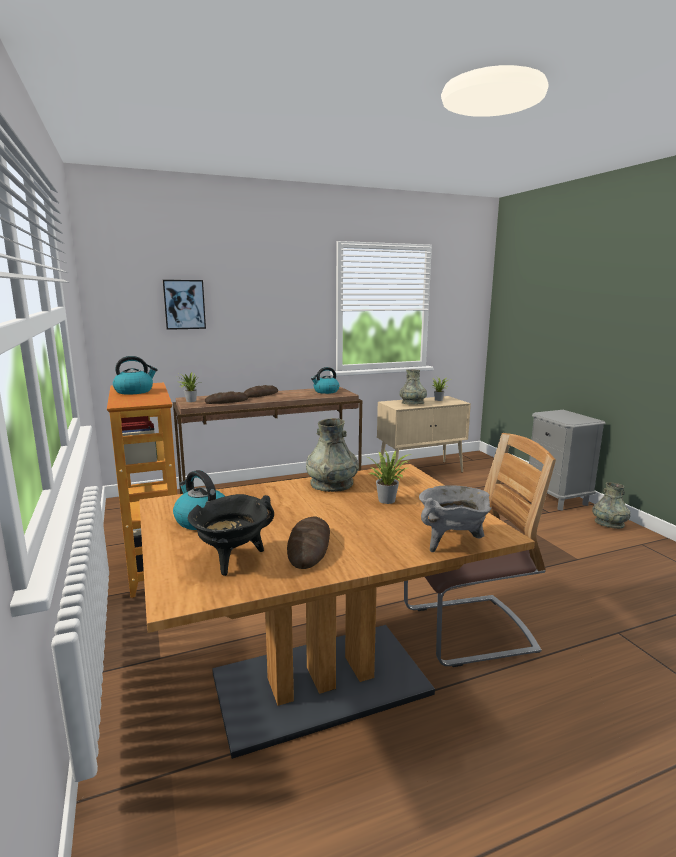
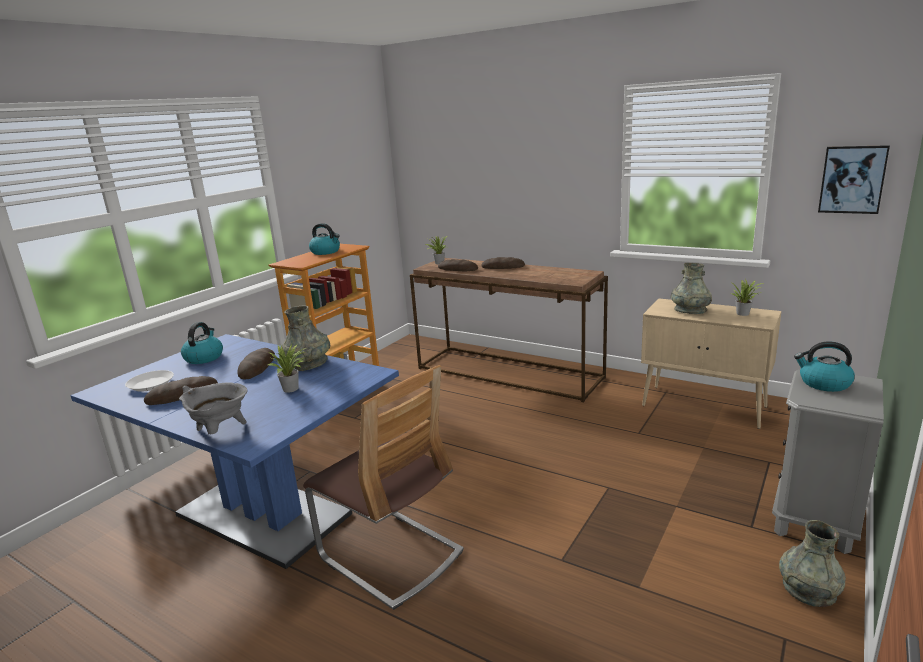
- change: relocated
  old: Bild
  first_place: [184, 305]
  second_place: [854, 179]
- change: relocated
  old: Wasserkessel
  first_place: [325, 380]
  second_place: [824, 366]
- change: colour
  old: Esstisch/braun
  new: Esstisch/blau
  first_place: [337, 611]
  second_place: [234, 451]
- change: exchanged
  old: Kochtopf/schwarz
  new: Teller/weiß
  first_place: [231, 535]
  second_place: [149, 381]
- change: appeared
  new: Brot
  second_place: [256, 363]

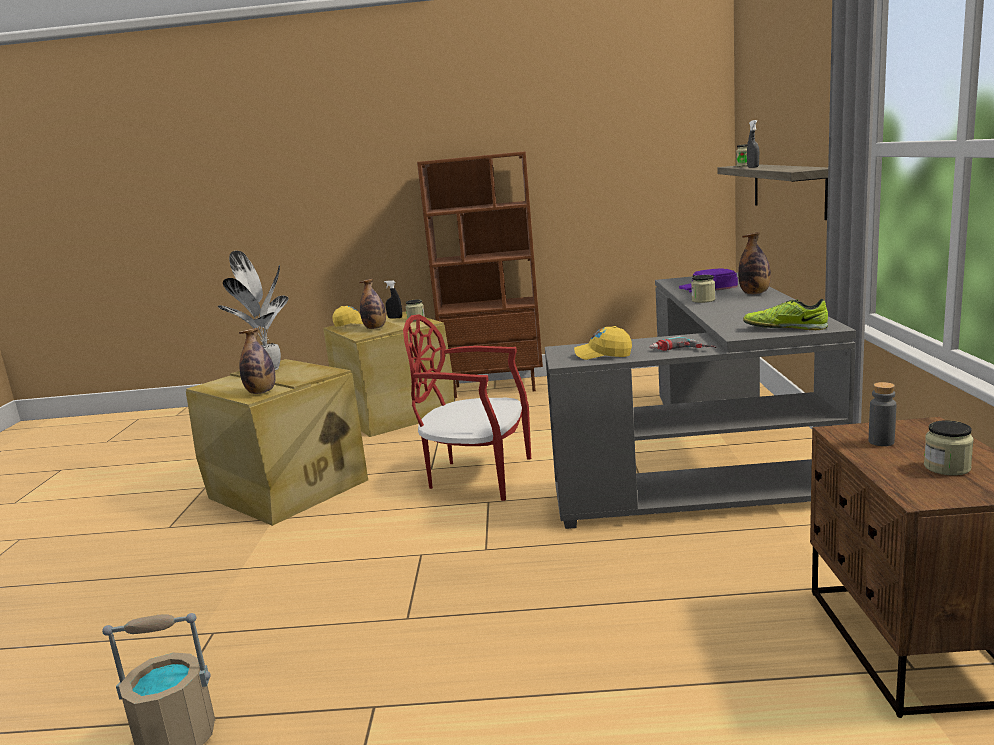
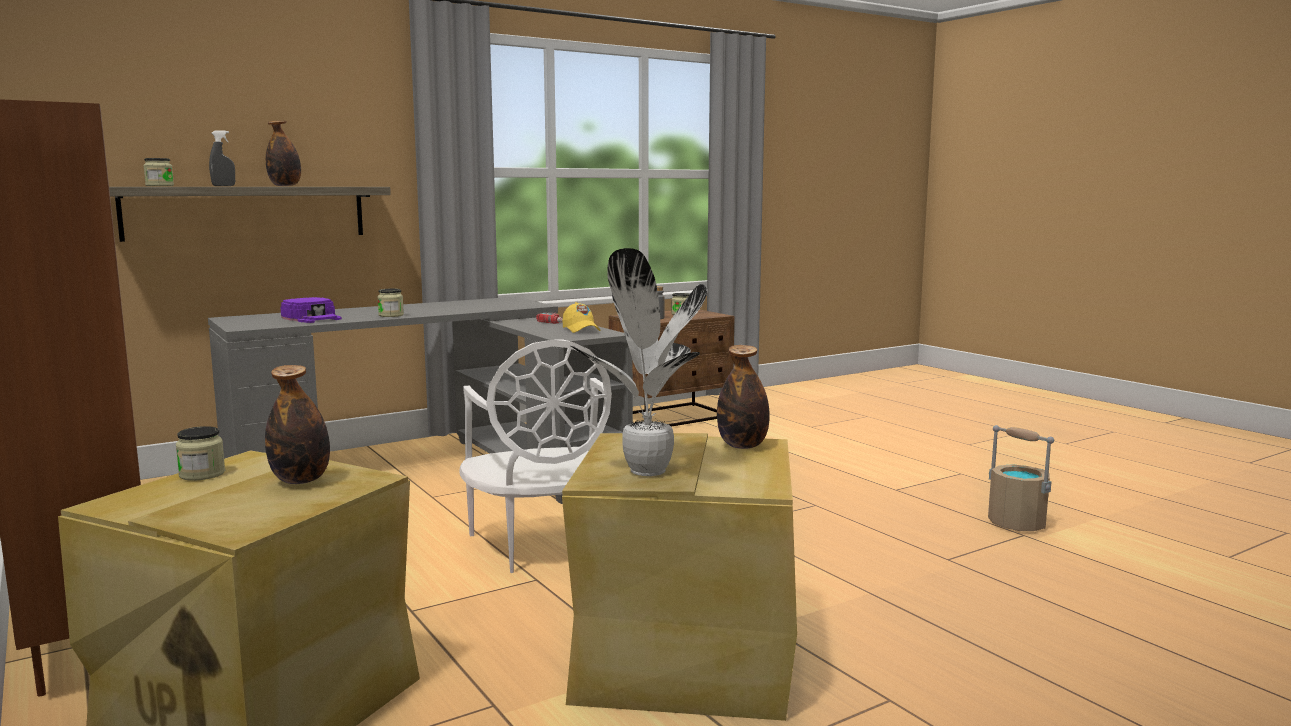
- change: relocated
  old: Flasche
  first_place: [754, 263]
  second_place: [283, 153]
- change: missing
  old: Sprühflasche/schwarz
  first_place: [393, 299]
- change: missing
  old: Schuh
  first_place: [785, 314]
- change: missing
  old: Kappe/gelb
  first_place: [347, 316]
- change: colour
  old: Stuhl/rot
  new: Stuhl/weiß
  first_place: [467, 407]
  second_place: [536, 456]

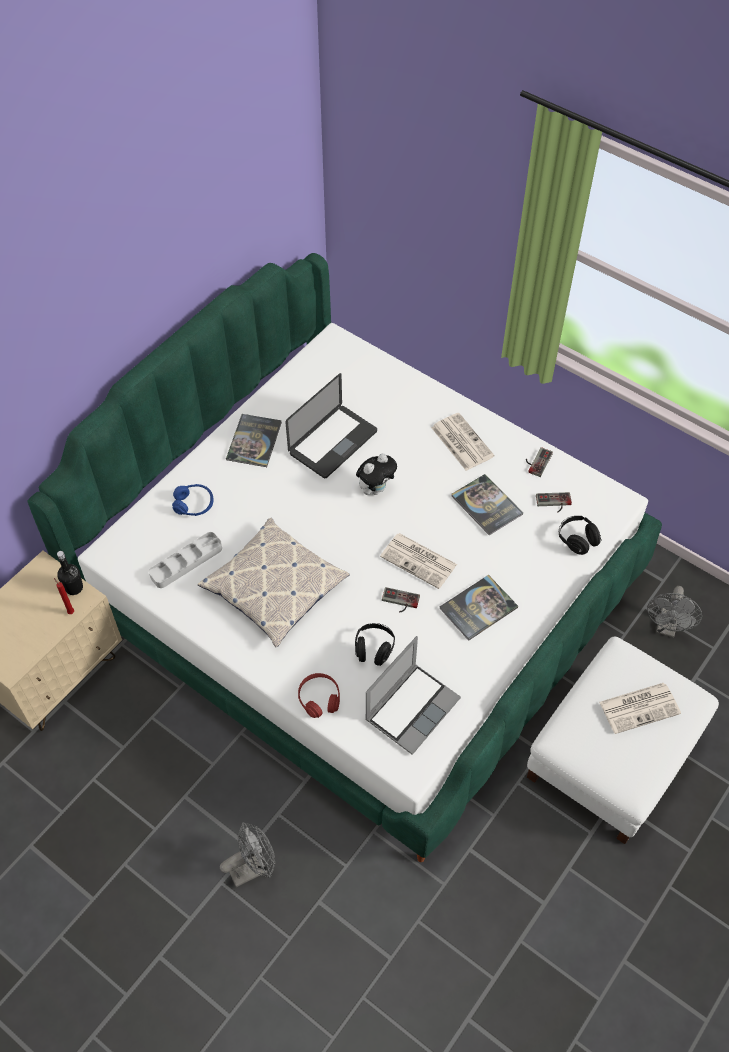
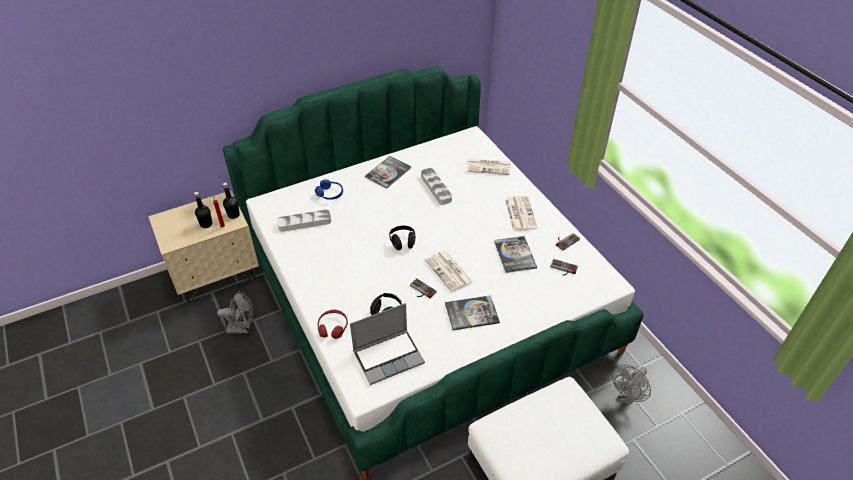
- change: exchanged
  old: Laptop
  new: Tablett/grau
  first_place: [331, 425]
  second_place: [436, 186]
- change: missing
  old: Plüschtier
  first_place: [376, 474]
- change: relocated
  old: Kopfhörer/schwarz
  first_place: [580, 535]
  second_place: [402, 238]
- change: missing
  old: Kissen
  first_place: [273, 582]
- change: relocated
  old: Zeitung
  first_place: [640, 708]
  second_place: [489, 166]
- change: relocated
  old: Ventilator/grau
  first_place: [247, 854]
  second_place: [235, 312]
- change: appeared
  new: Flasche/schwarz
  second_place: [203, 210]

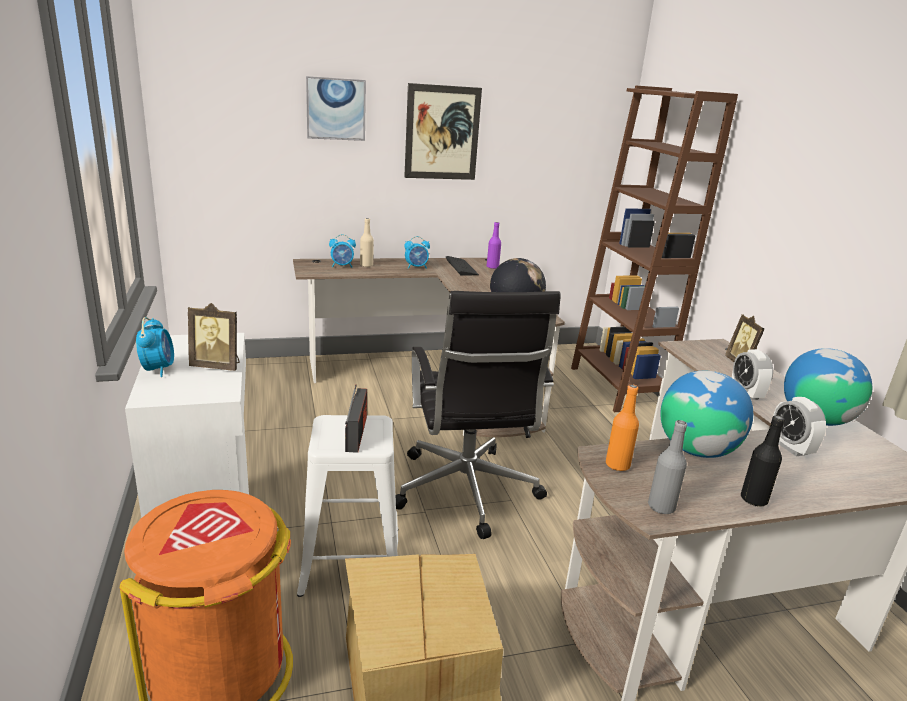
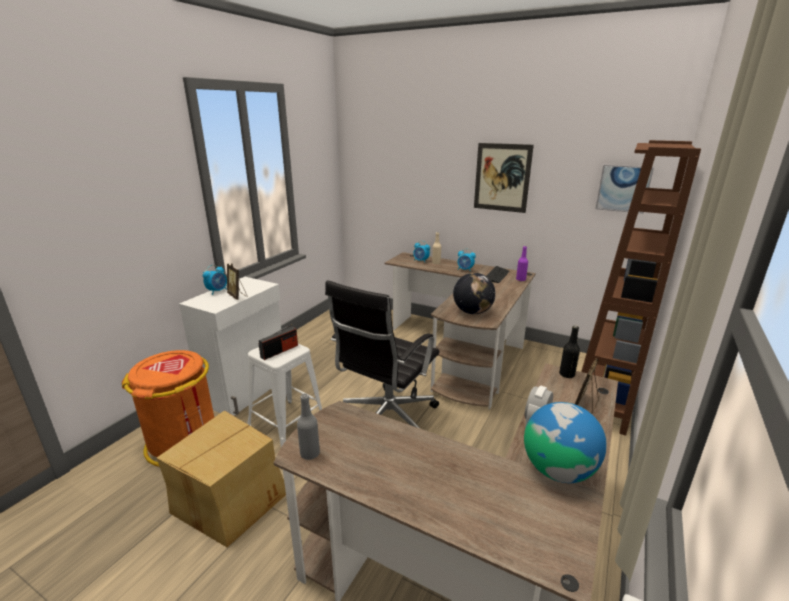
- change: relocated
  old: Bild
  first_place: [336, 108]
  second_place: [625, 189]
- change: missing
  old: Globus
  first_place: [706, 414]
- change: missing
  old: Flasche/orange
  first_place: [622, 427]
- change: missing
  old: Wecker
  first_place: [799, 427]
- change: relocated
  old: Flasche/schwarz
  first_place: [763, 460]
  second_place: [569, 352]

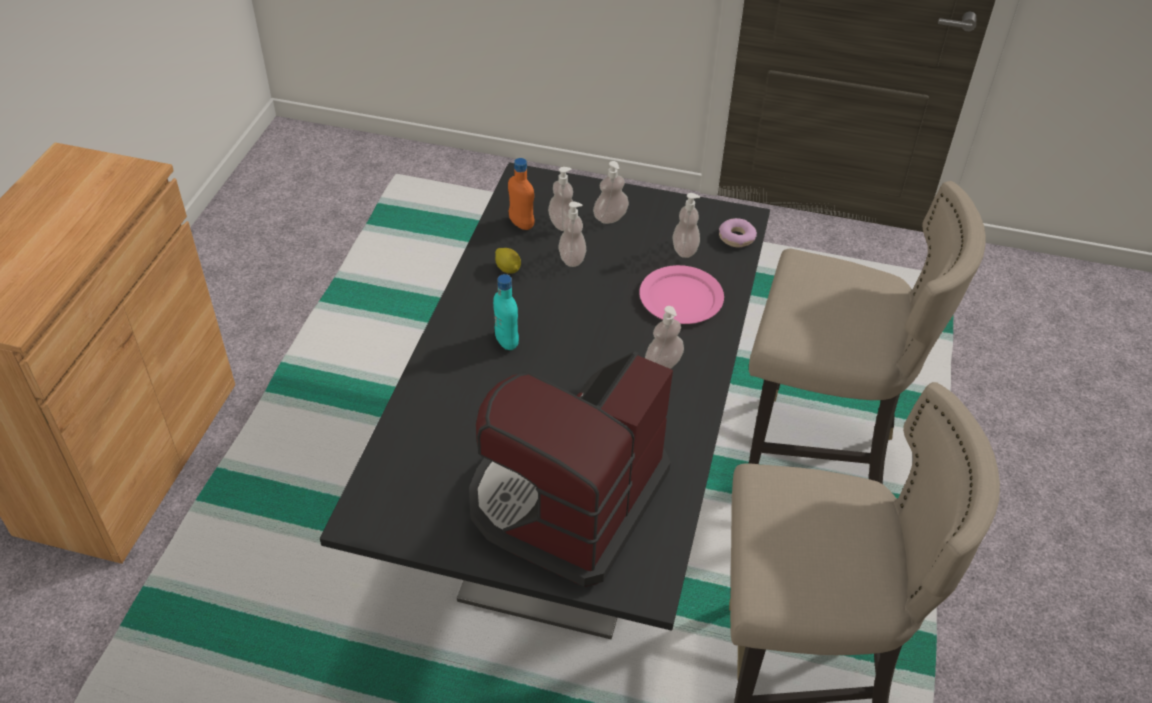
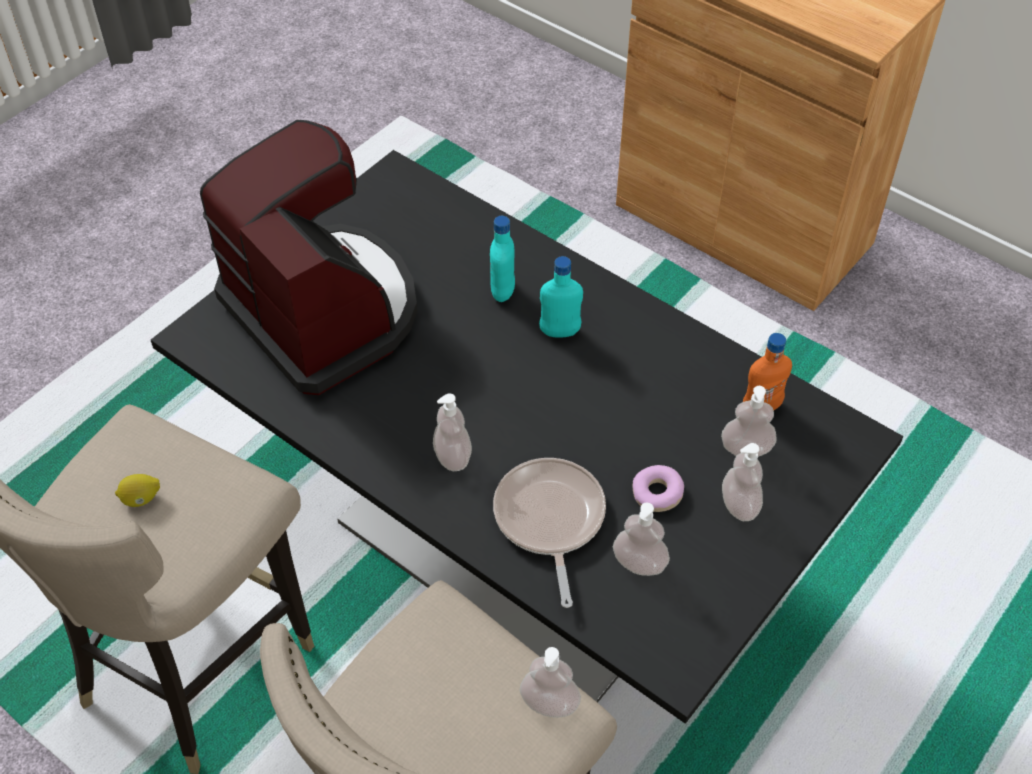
- change: relocated
  old: Seifenspender
  first_place: [572, 234]
  second_place: [550, 682]
- change: relocated
  old: Donut
  first_place: [738, 233]
  second_place: [658, 488]
- change: relocated
  old: Zitrone
  first_place: [508, 261]
  second_place: [137, 490]
- change: exchanged
  old: Teller/rosa
  new: Pfanne
  first_place: [681, 294]
  second_place: [549, 533]
- change: appeared
  new: Flasche/türkis
  second_place: [502, 259]

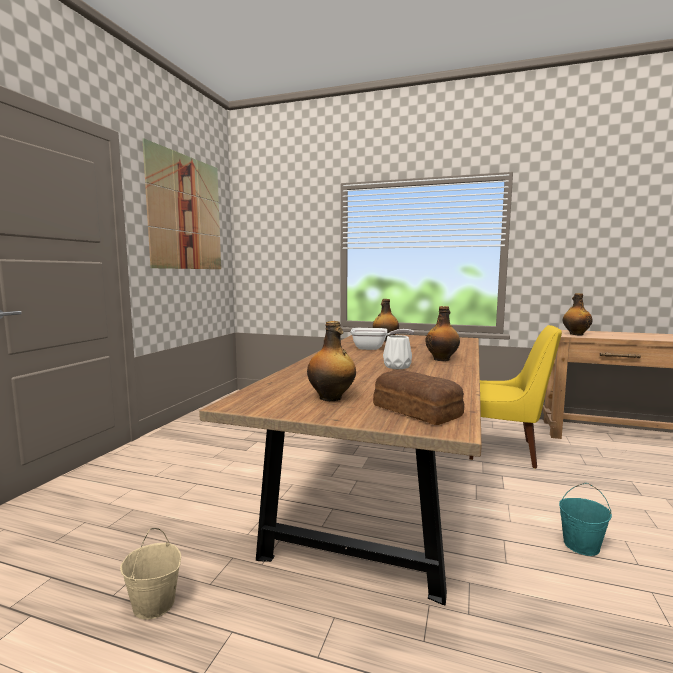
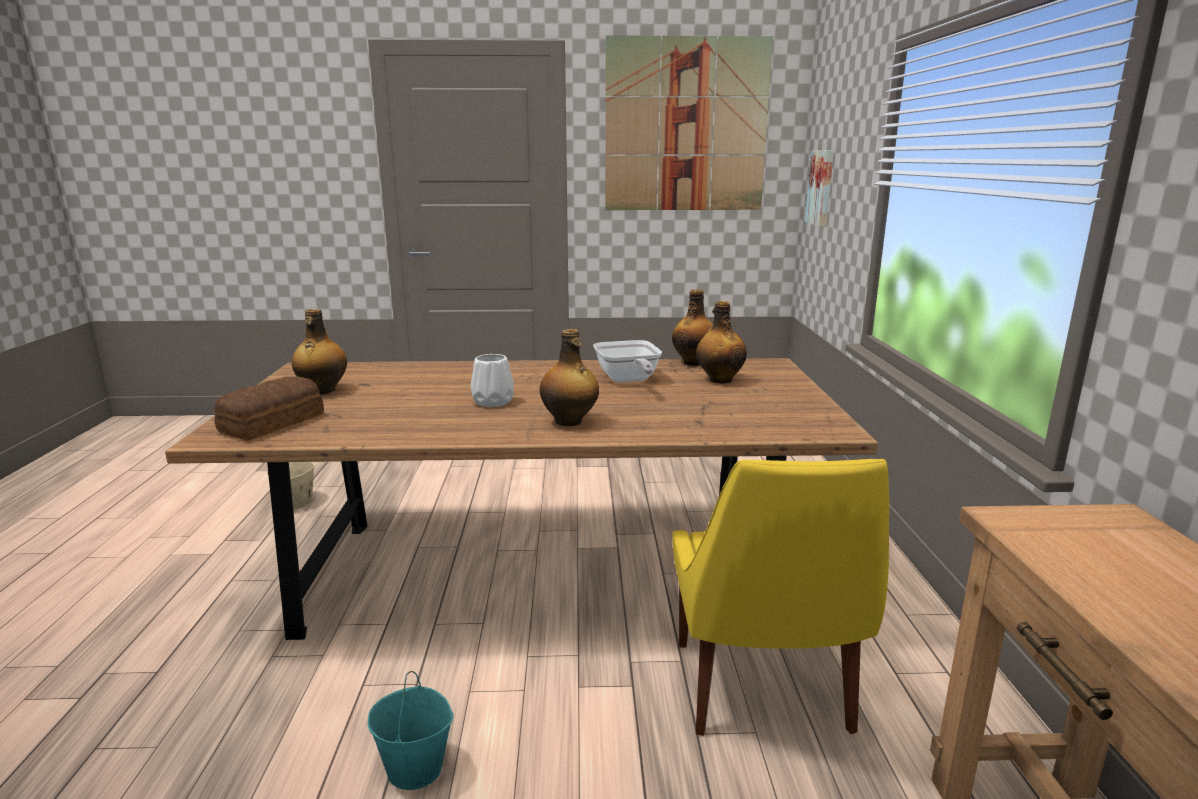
- change: relocated
  old: Flasche
  first_place: [578, 314]
  second_place: [692, 327]
- change: appeared
  new: Bild
  second_place: [819, 188]

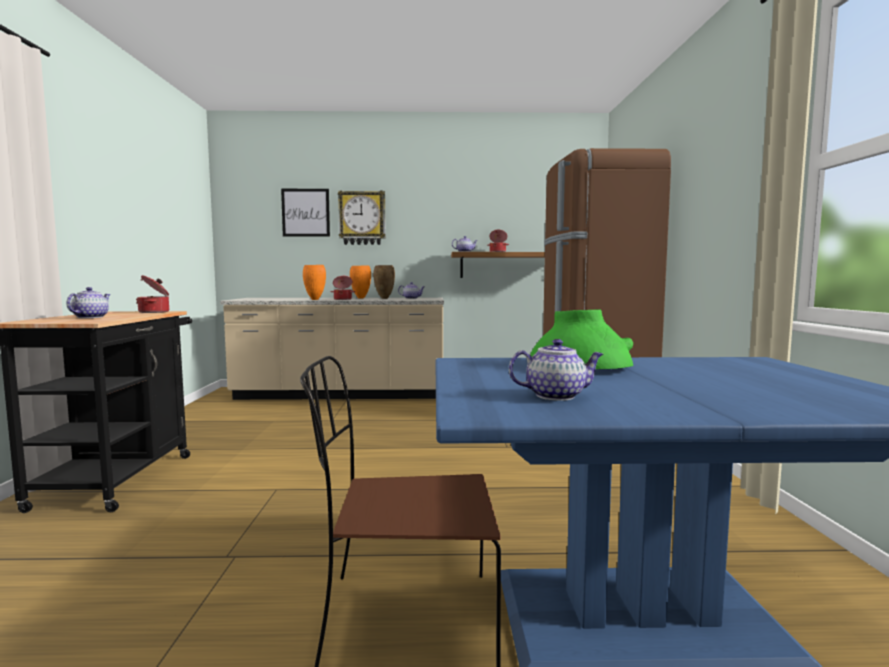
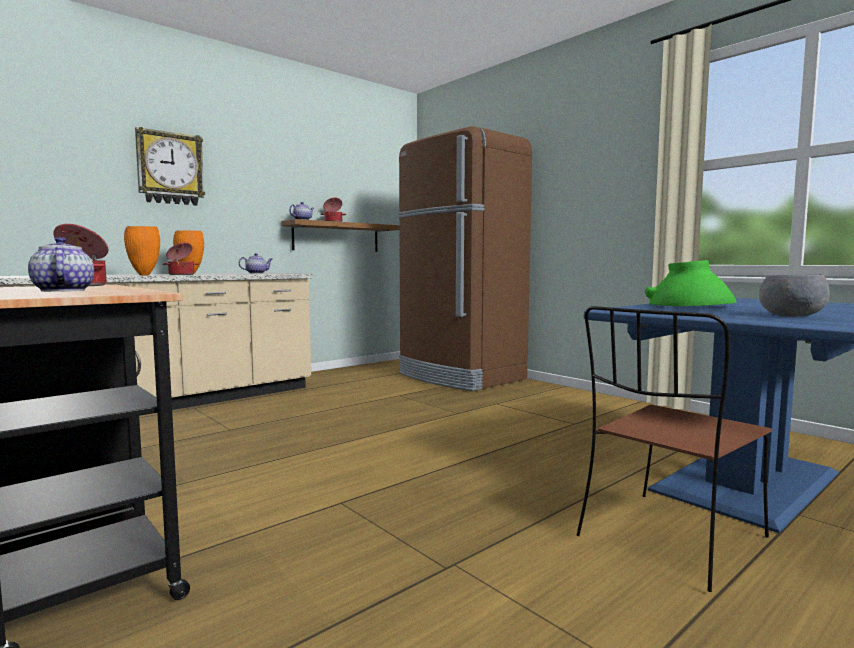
- change: missing
  old: Bild
  first_place: [305, 213]
- change: missing
  old: Vase/braun
  first_place: [384, 282]
- change: exchanged
  old: Teekanne
  new: Schüssel/grau
  first_place: [556, 370]
  second_place: [794, 295]

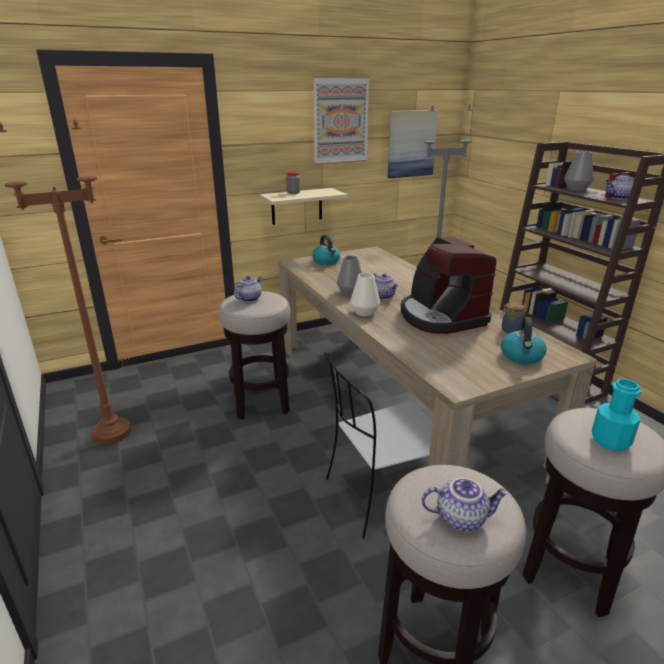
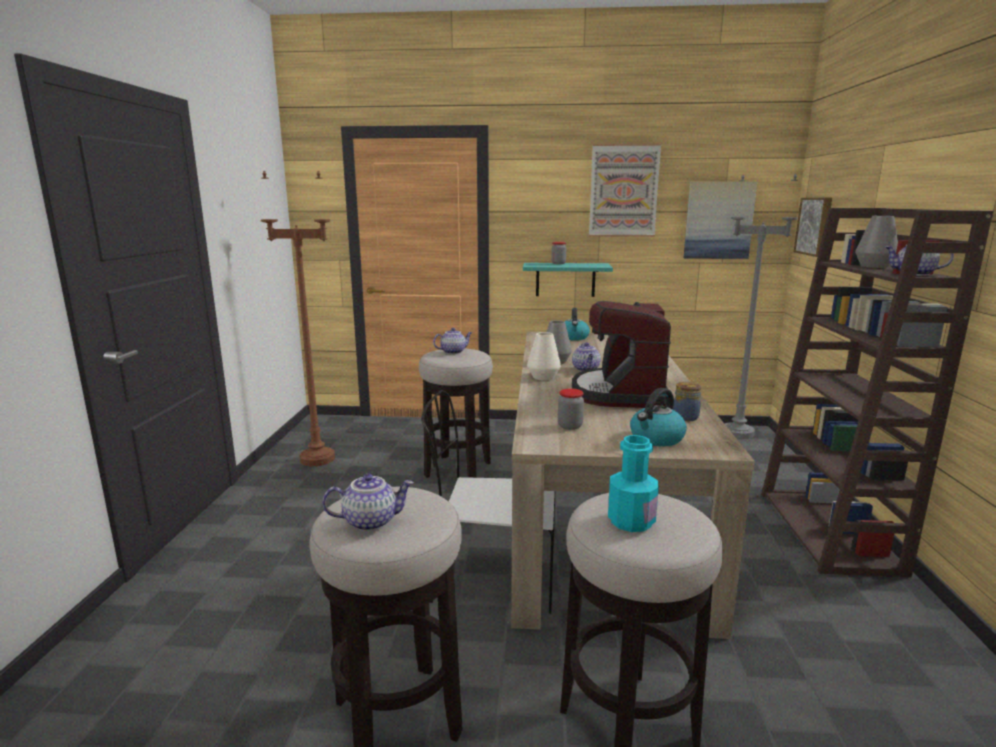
- change: colour
  old: Wandregal/beige
  new: Wandregal/türkis
  first_place: [304, 206]
  second_place: [568, 280]
- change: spun
  old: Teekanne
  first_place: [465, 504]
  second_place: [368, 502]
  degrees: -45
- change: appeared
  new: Bild
  second_place: [813, 227]
- change: appeared
  new: Vorratsglas
  second_place: [571, 409]

